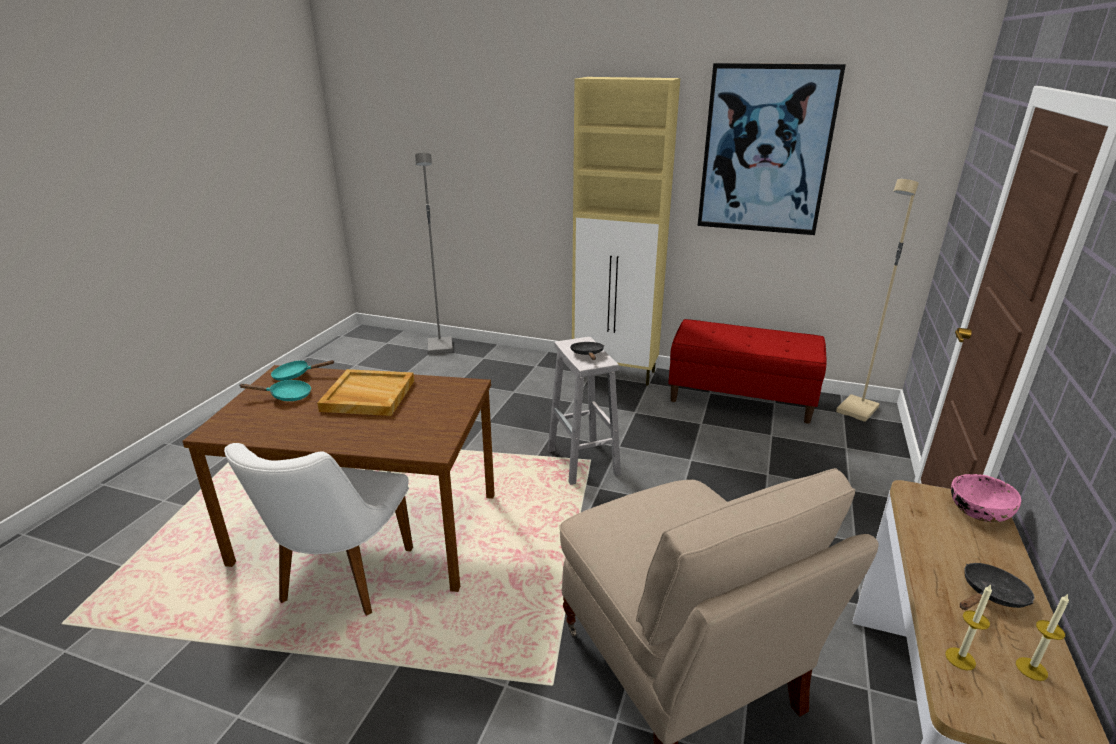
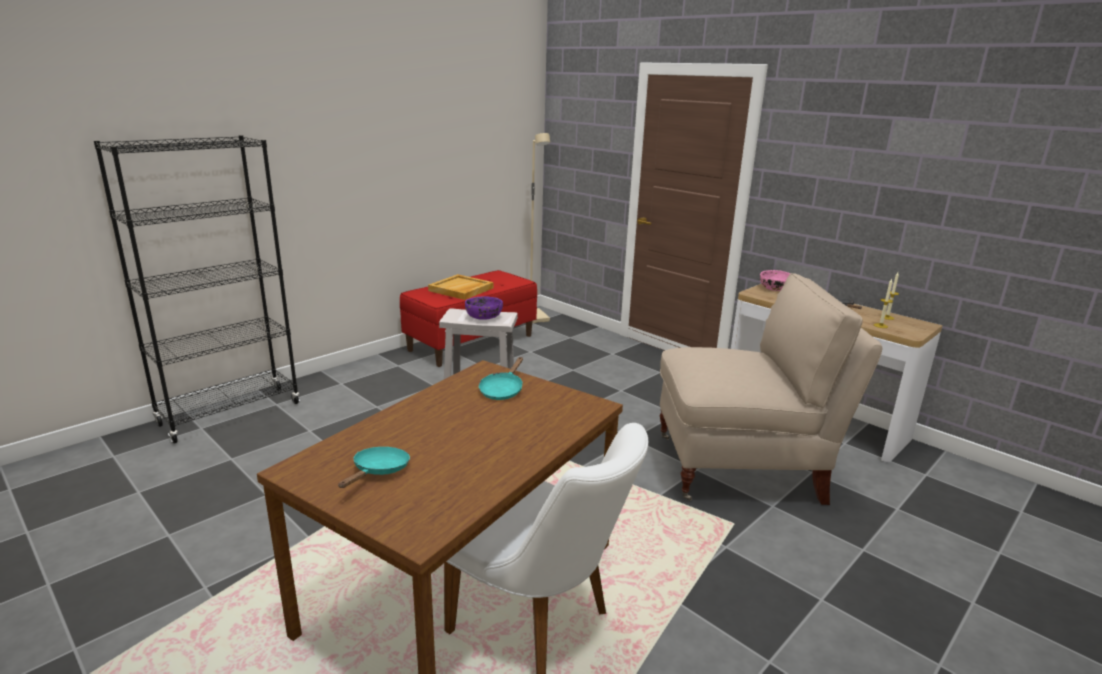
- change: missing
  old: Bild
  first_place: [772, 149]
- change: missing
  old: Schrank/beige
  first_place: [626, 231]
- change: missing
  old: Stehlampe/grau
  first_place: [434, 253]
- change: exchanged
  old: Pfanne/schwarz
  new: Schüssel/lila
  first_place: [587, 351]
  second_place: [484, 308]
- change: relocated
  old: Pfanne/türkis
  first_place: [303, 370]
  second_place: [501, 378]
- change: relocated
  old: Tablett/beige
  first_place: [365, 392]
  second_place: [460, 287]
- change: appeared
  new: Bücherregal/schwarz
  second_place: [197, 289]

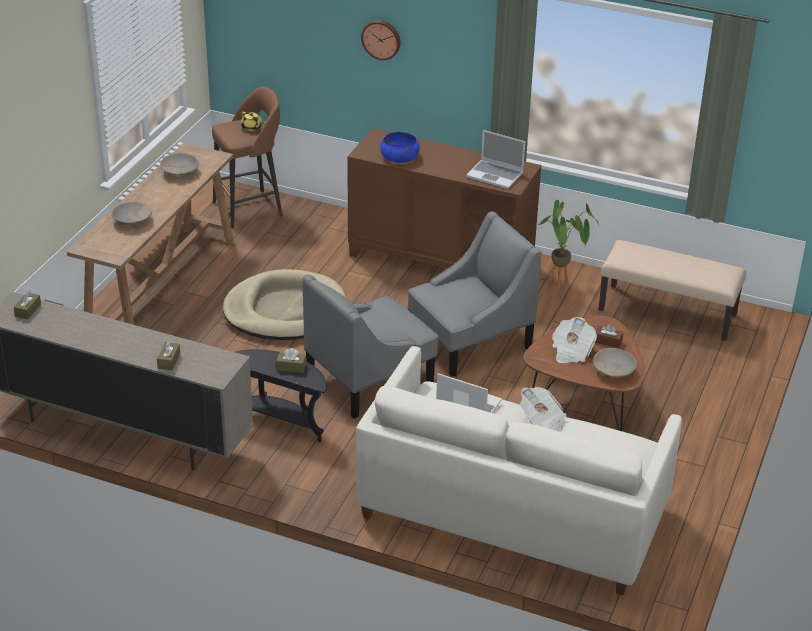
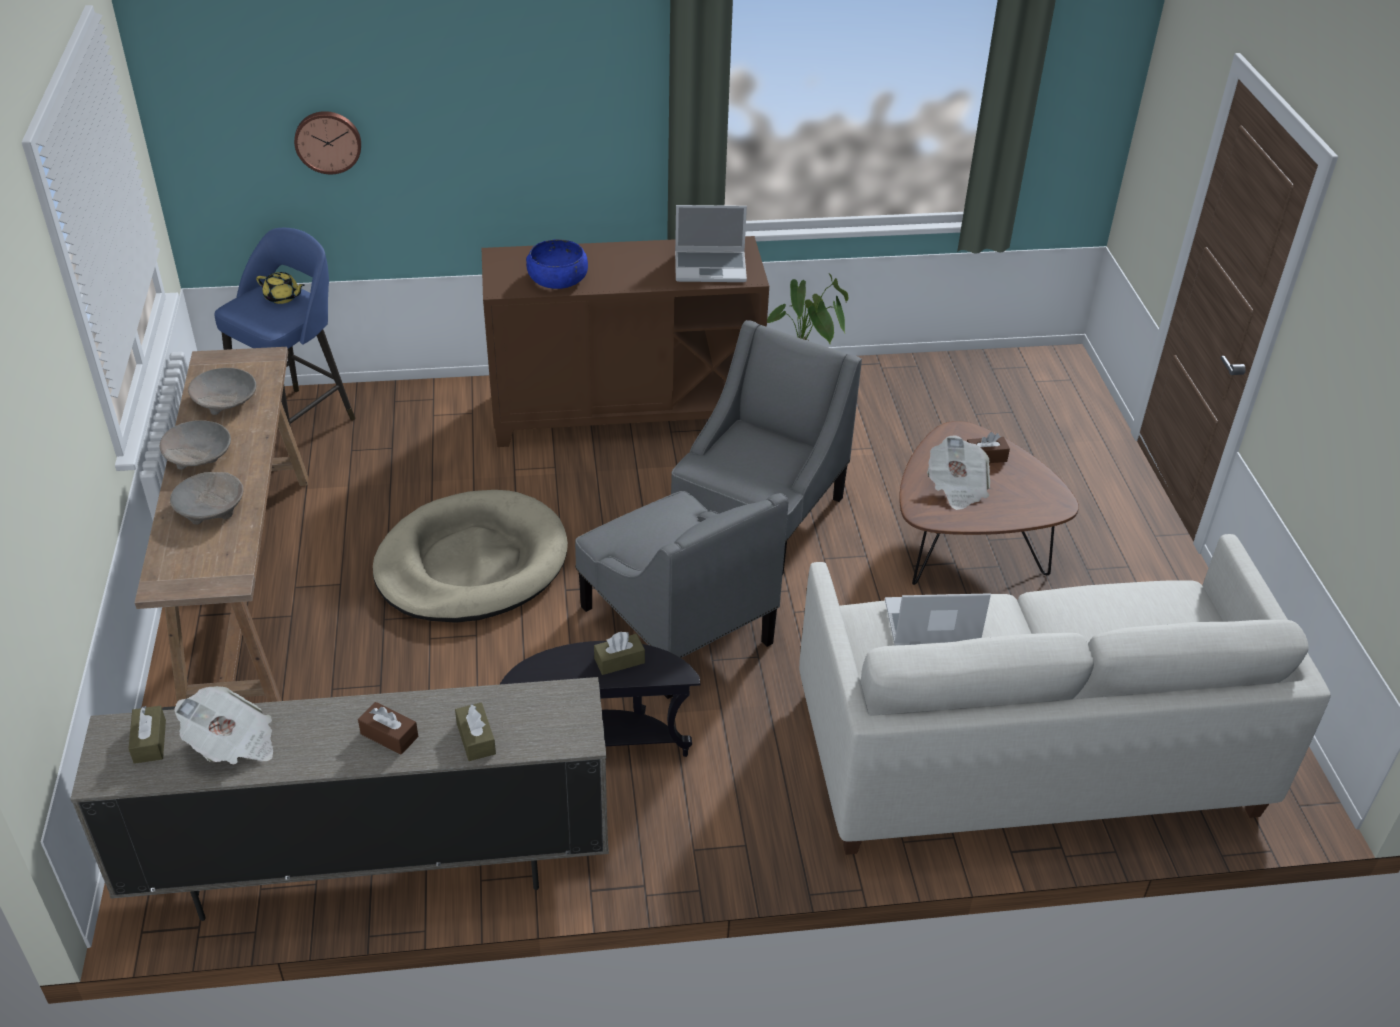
- change: relocated
  old: Wanduhr
  first_place: [381, 40]
  second_place: [327, 142]
- change: colour
  old: Hocker/braun
  new: Hocker/blau
  first_place: [247, 157]
  second_place: [284, 327]
- change: missing
  old: Bank/beige
  first_place: [672, 290]
- change: spun
  old: Sessel/grau
  first_place: [370, 346]
  second_place: [681, 595]
  degrees: -60
- change: relocated
  old: Schüssel/beige
  first_place: [615, 363]
  second_place: [195, 445]
- change: relocated
  old: Zeitung
  first_place: [543, 409]
  second_place: [223, 725]
- change: appeared
  new: Taschentuchbox/braun
  second_place: [388, 728]

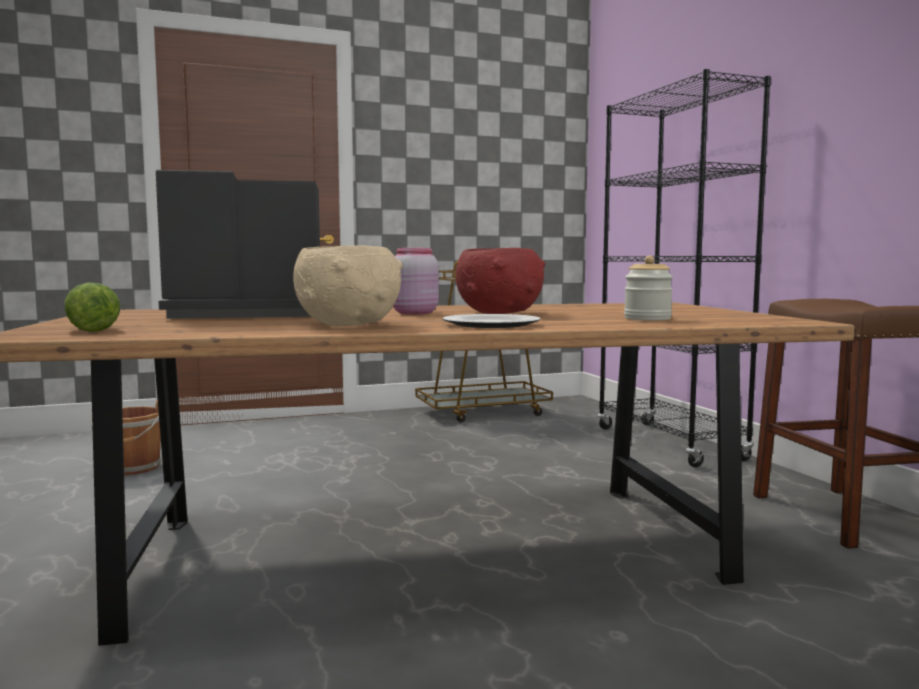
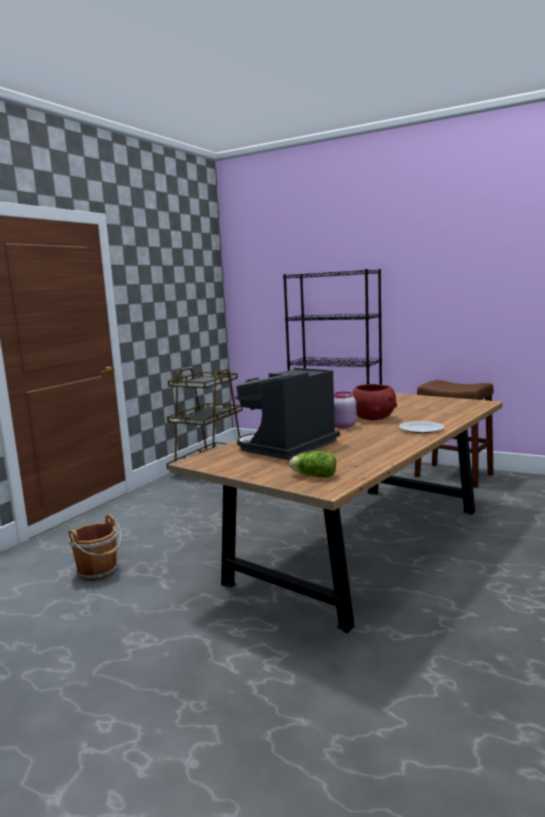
- change: missing
  old: Schüssel/beige
  first_place: [348, 285]
- change: missing
  old: Vorratsglas
  first_place: [648, 288]

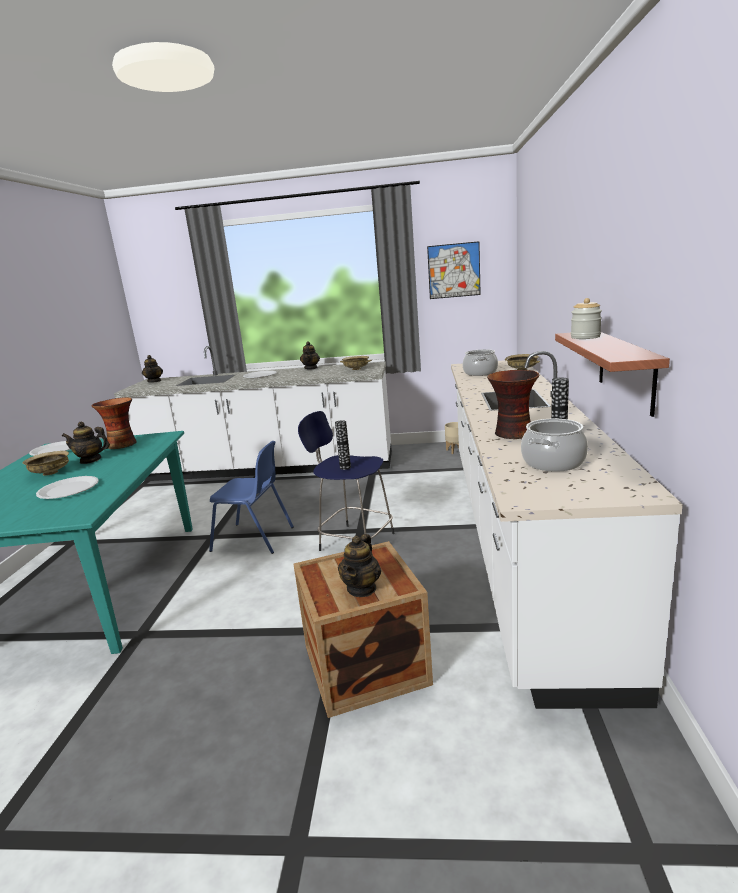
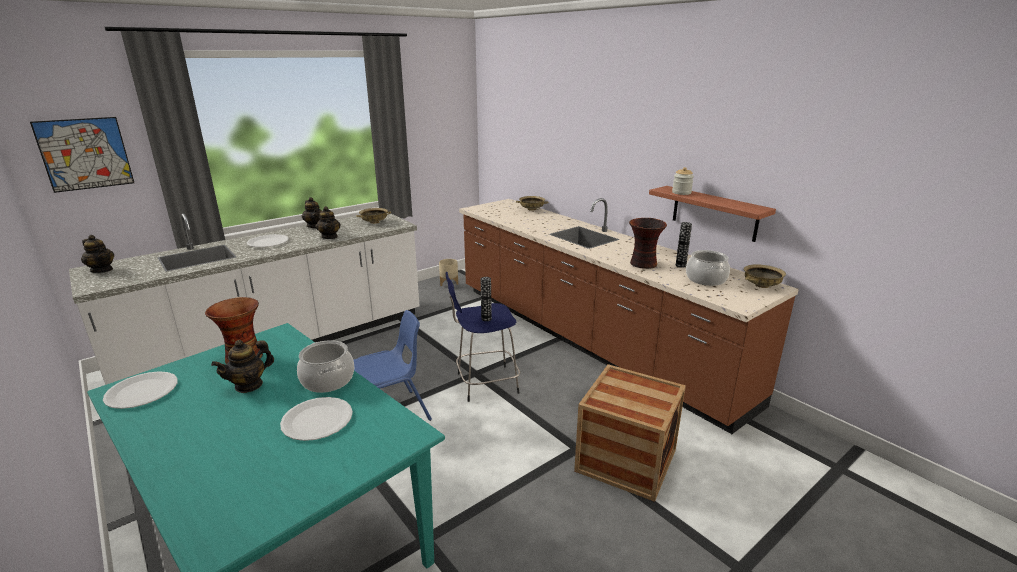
- change: relocated
  old: Bild
  first_place: [454, 270]
  second_place: [82, 155]
- change: relocated
  old: Kochtopf
  first_place: [480, 362]
  second_place: [325, 366]
- change: colour
  old: Küchenzeile/weiß
  new: Küchenzeile/braun
  first_place: [567, 530]
  second_place: [629, 316]
- change: relocated
  old: Schüssel/beige
  first_place: [46, 463]
  second_place: [765, 276]
- change: relocated
  old: Teekanne
  first_place: [359, 565]
  second_place: [328, 222]

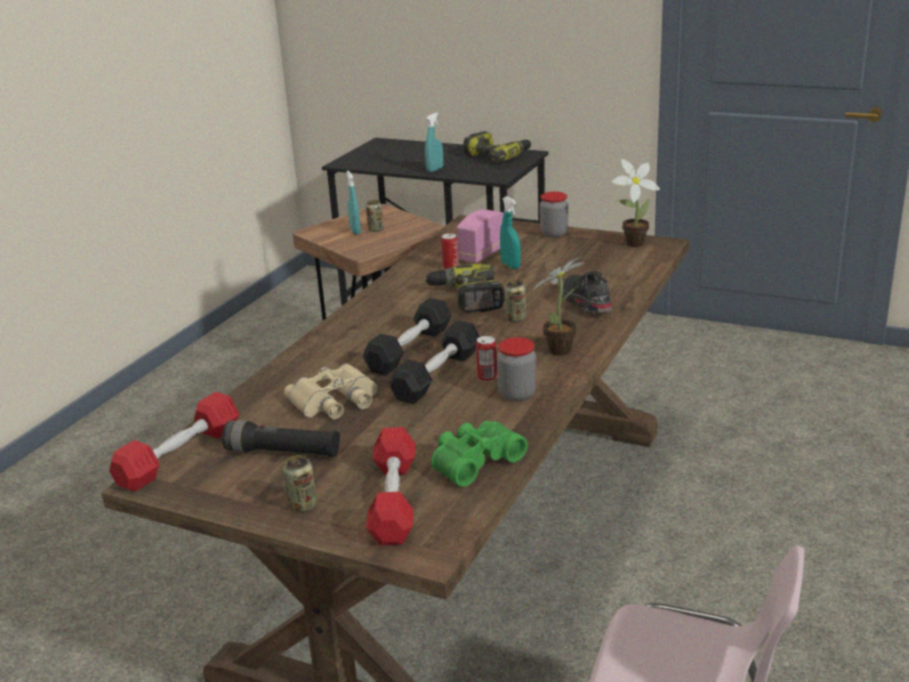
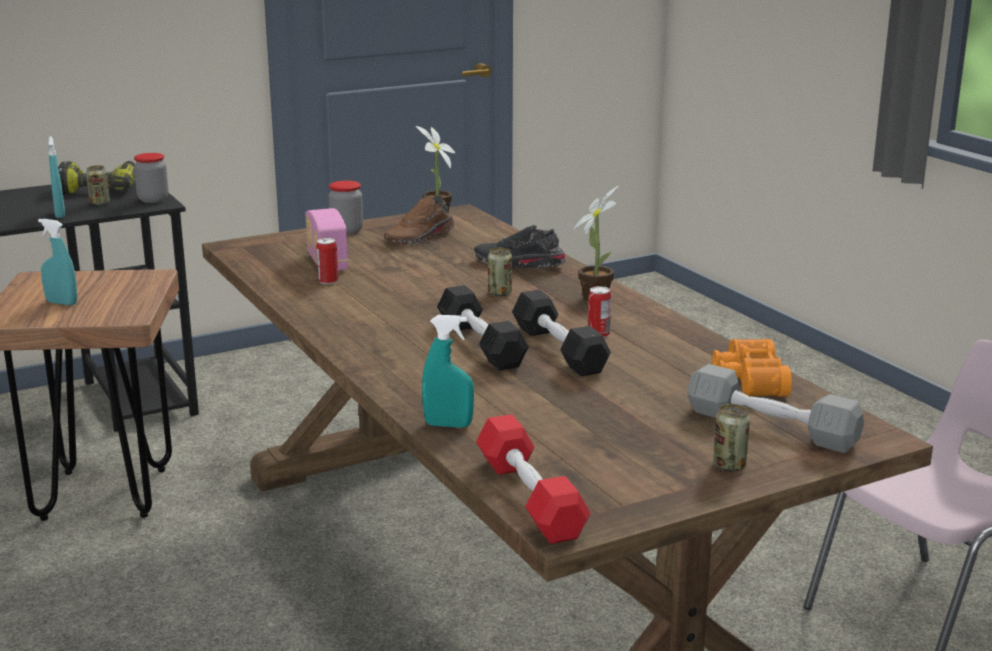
- change: relocated
  old: Sprühflasche/türkis
  first_place: [510, 232]
  second_place: [448, 371]
- change: relocated
  old: Dose
  first_place: [375, 216]
  second_place: [98, 185]
- change: missing
  old: Bohrmaschine
  first_place: [464, 288]
- change: relocated
  old: Vorratsglas
  first_place: [517, 369]
  second_place: [151, 178]
- change: missing
  old: Fernglas/beige
  first_place: [331, 391]
- change: missing
  old: Taschenlampe/schwarz
  first_place: [281, 438]
- change: colour
  old: Fernglas/grün
  new: Fernglas/orange
  first_place: [479, 454]
  second_place: [752, 367]
- change: colour
  old: Hantel/rot
  new: Hantel/grau
  first_place: [390, 486]
  second_place: [775, 408]
- change: appeared
  new: Schuh/braun
  second_place: [419, 220]

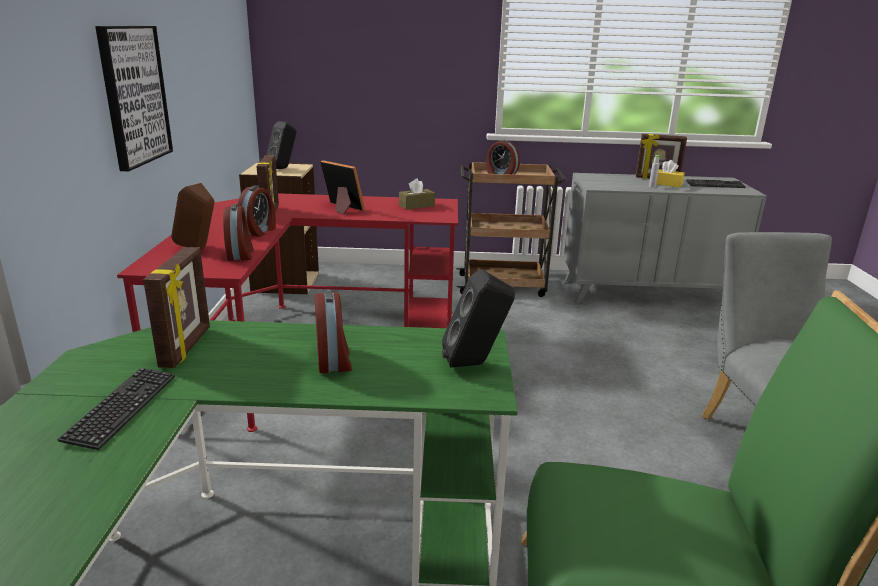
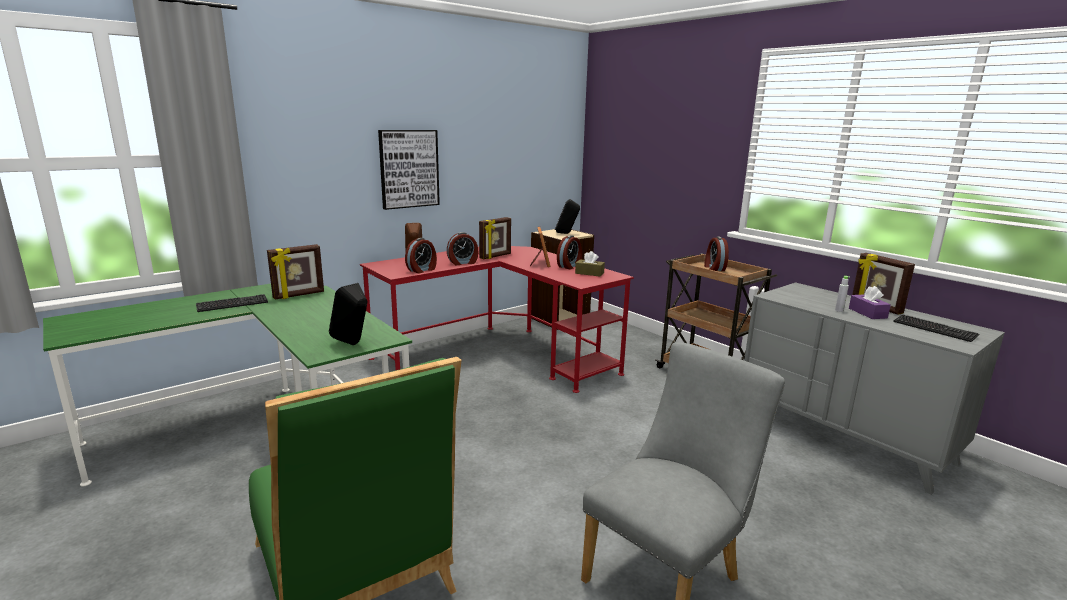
- change: colour
  old: Taschentuchbox/gelb
  new: Taschentuchbox/lila
  first_place: [670, 174]
  second_place: [870, 302]
- change: relocated
  old: Wecker
  first_place: [333, 332]
  second_place: [569, 252]

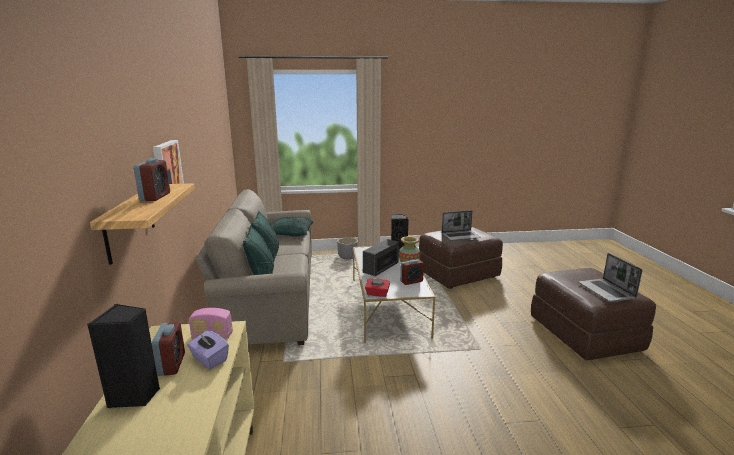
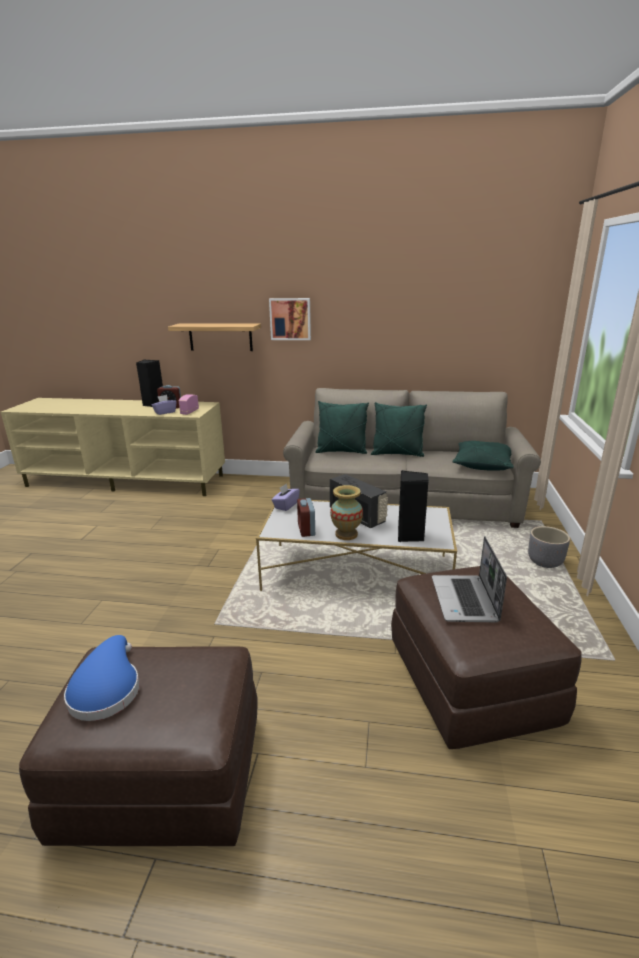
- change: missing
  old: Wecker
  first_place: [152, 179]
- change: exchanged
  old: Laptop
  new: Hut/blau
  first_place: [610, 277]
  second_place: [102, 678]
- change: colour
  old: Taschentuchbox/rot
  new: Taschentuchbox/lila
  first_place: [377, 287]
  second_place: [286, 497]

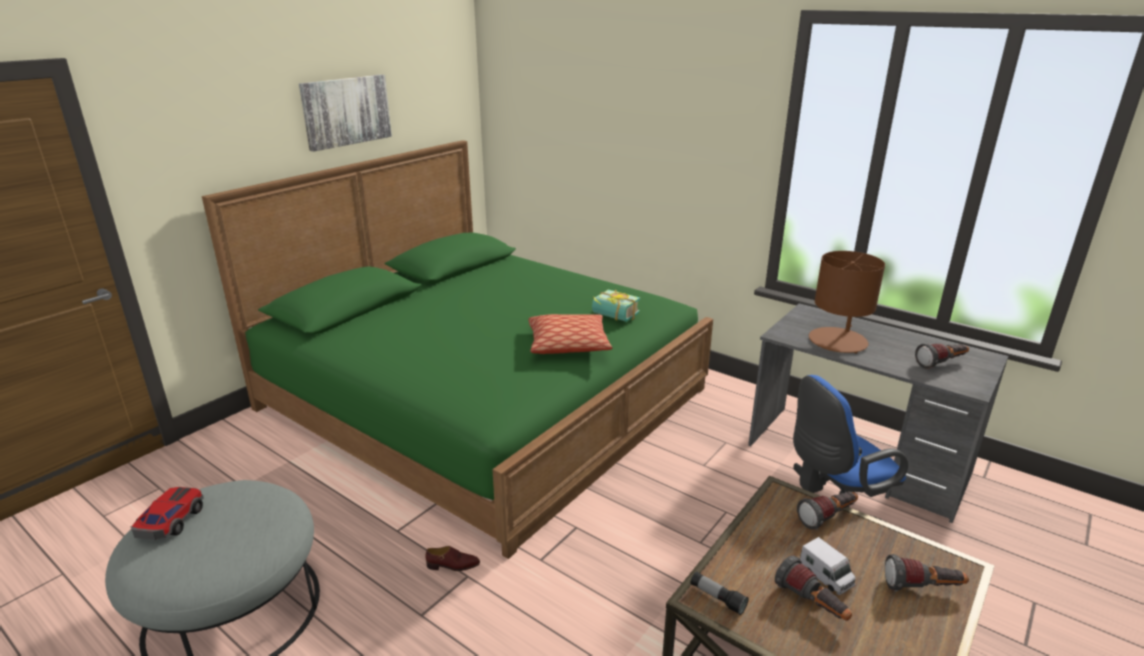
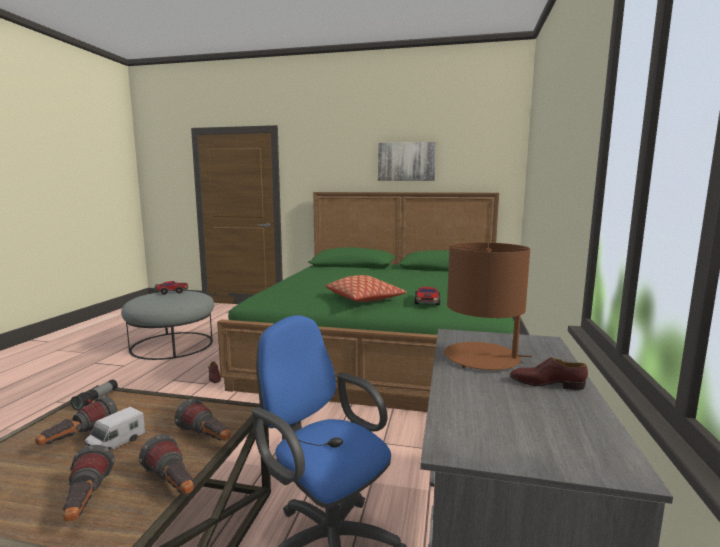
- change: exchanged
  old: Buch
  new: Spielzeugauto
  first_place: [616, 306]
  second_place: [427, 296]
- change: relocated
  old: Taschenlampe
  first_place: [942, 356]
  second_place: [166, 464]
- change: appeared
  new: Schuh/braun
  second_place: [549, 373]

